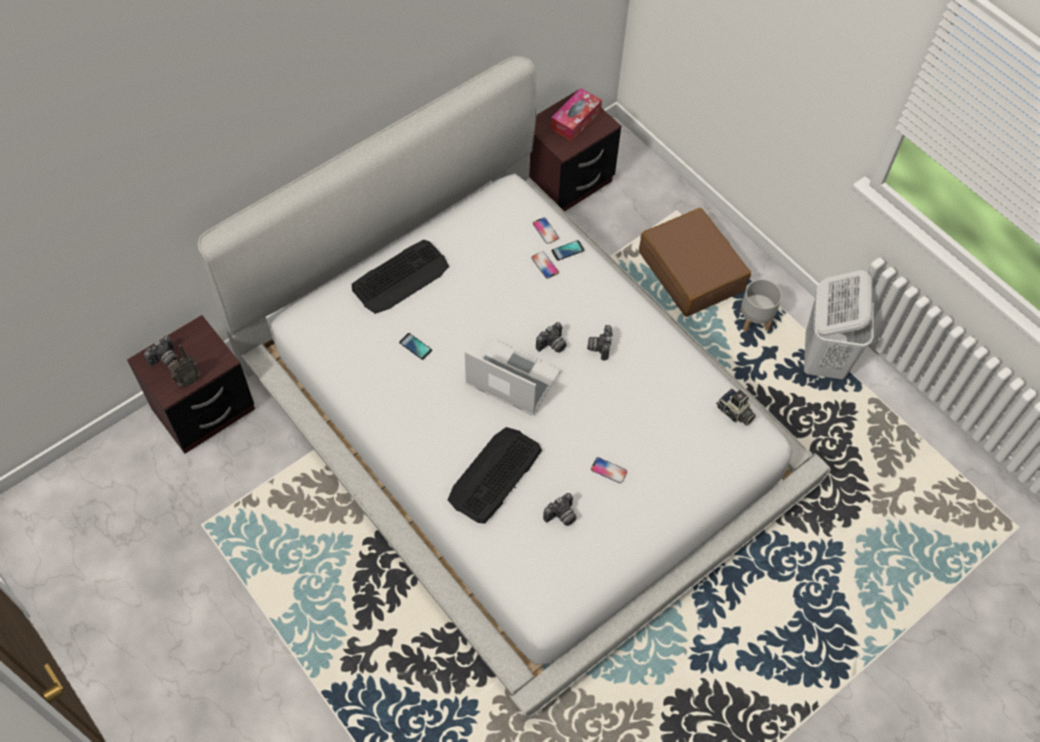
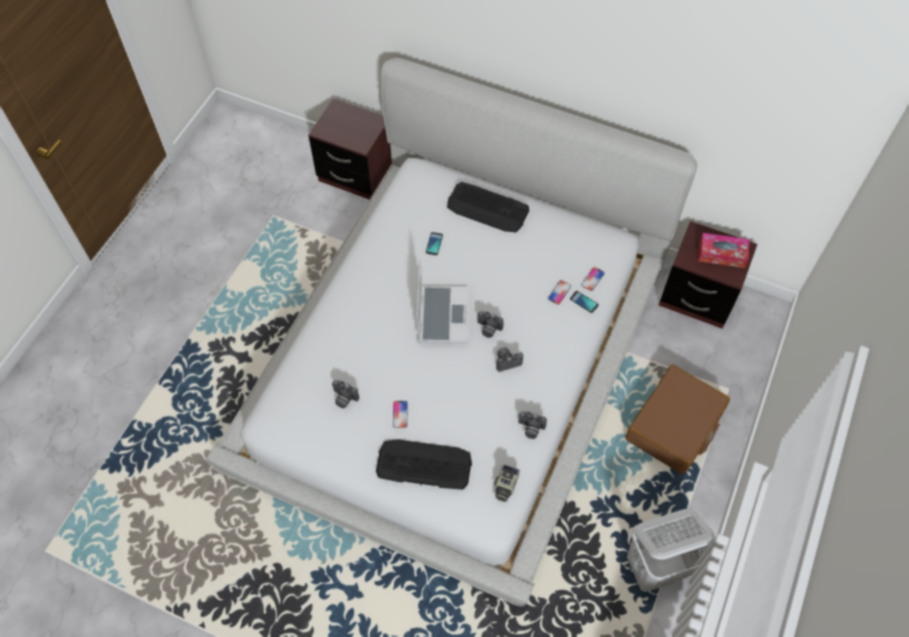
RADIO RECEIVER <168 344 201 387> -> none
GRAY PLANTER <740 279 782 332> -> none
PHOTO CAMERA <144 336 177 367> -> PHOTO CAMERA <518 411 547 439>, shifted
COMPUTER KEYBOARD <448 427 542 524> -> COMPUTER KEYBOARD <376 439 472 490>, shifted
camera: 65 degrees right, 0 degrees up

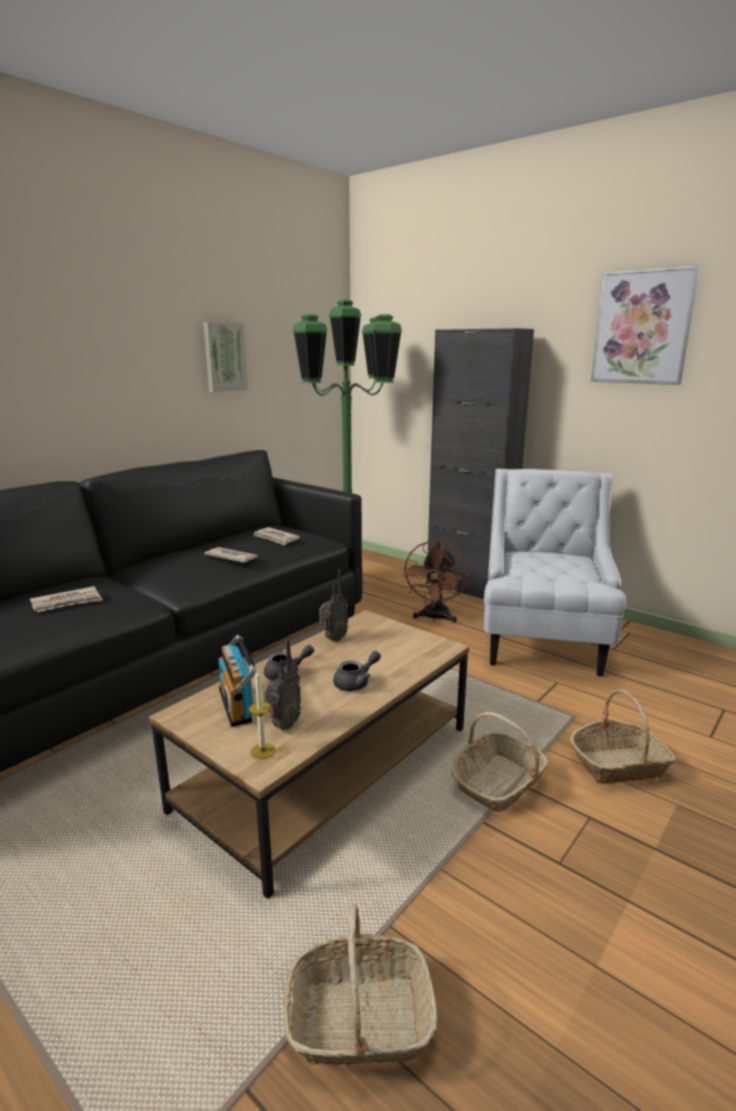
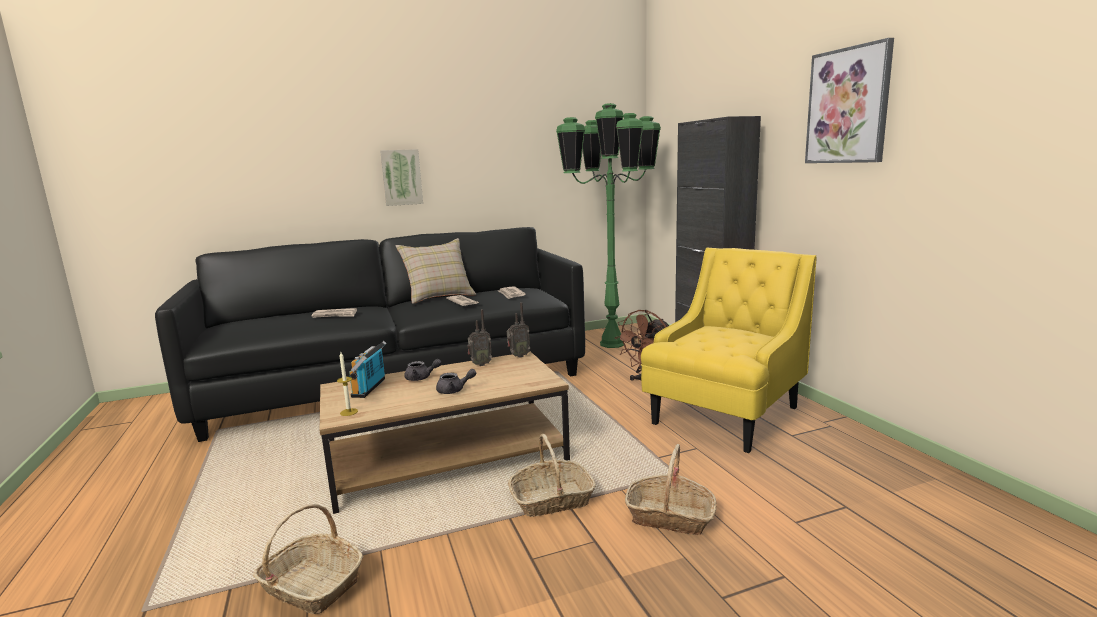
none -> SAND-COLOURED THROW PILLOW <396 238 476 304>
WALL PICTURE <203 322 248 392> -> WALL PICTURE <380 149 423 206>, shifted
RADIO RECEIVER <263 639 301 730> -> RADIO RECEIVER <507 302 530 358>, shifted
WHITE LOUNGE CHAIR <484 469 626 677> -> YELLOW-COLOURED LOUNGE CHAIR <641 247 817 453>
camera: 30 degrees right, 5 degrees down

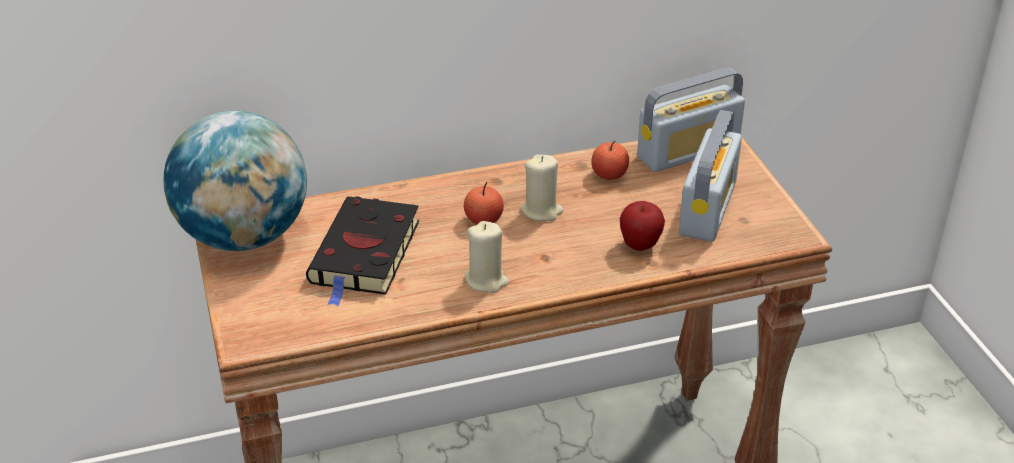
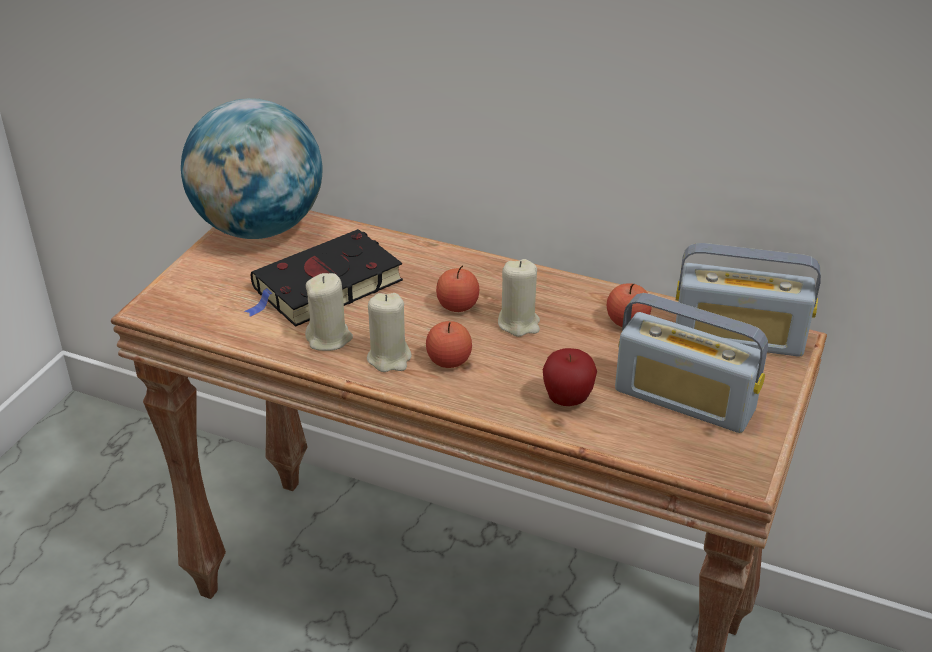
none -> SAND-COLOURED WAX LIGHT <305 273 353 351>
none -> APPLE FRUIT <426 321 472 368>
RADIO RECEIVER <679 110 742 242> -> RADIO RECEIVER <615 293 768 433>, 60 degrees clockwise
camera: 40 degrees right, 0 degrees up

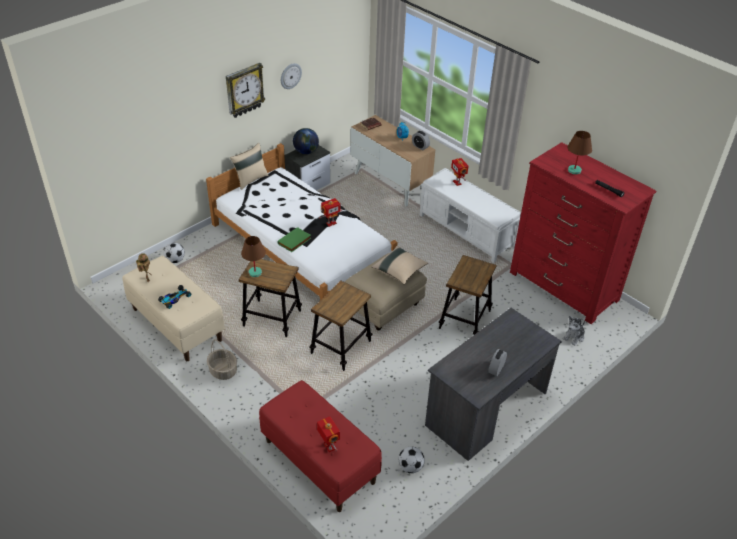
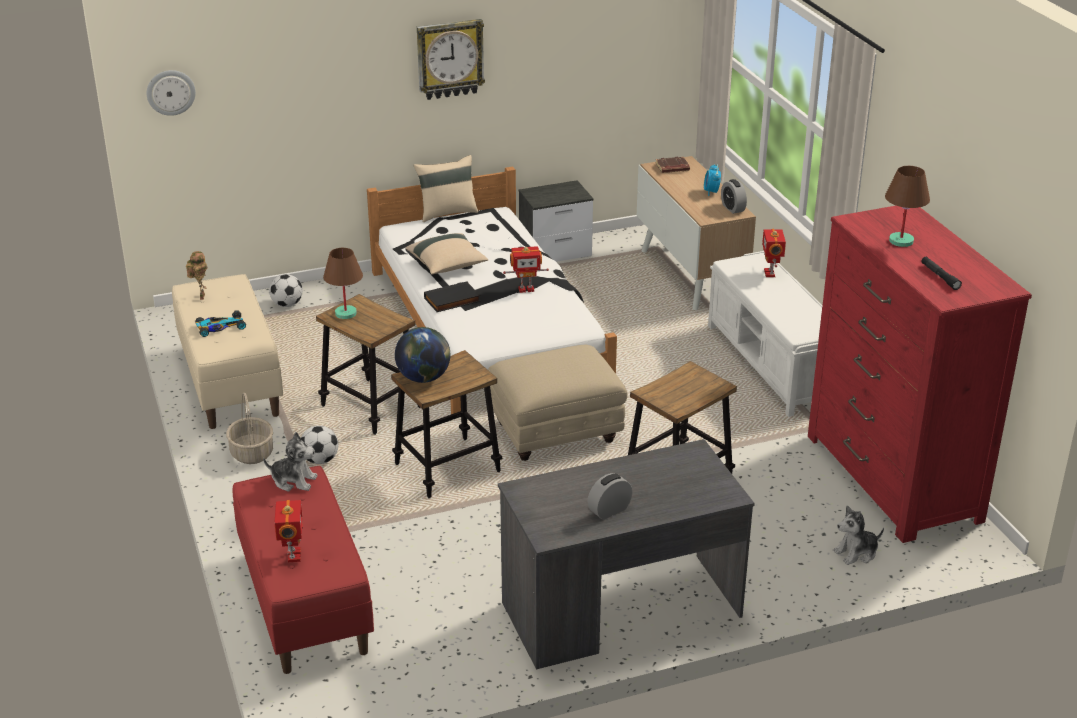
none -> CUDDLY TOY <263 432 318 492>
HANGING CLOCK <281 63 302 89> -> HANGING CLOCK <147 70 196 116>, shifted
GLOBE <293 128 319 154> -> GLOBE <395 327 451 383>, shifted
SAND-COLOURED THROW PILLOW <372 246 428 285> -> SAND-COLOURED THROW PILLOW <406 233 488 275>, shifted
BALL FOR FOOTBALL <398 447 425 473> -> BALL FOR FOOTBALL <301 425 339 464>, shifted
GREEN-COLOURED VOLUME <278 227 311 252> -> BLACK-COLOURED VOLUME <424 281 481 312>
camera: 25 degrees right, 10 degrees down

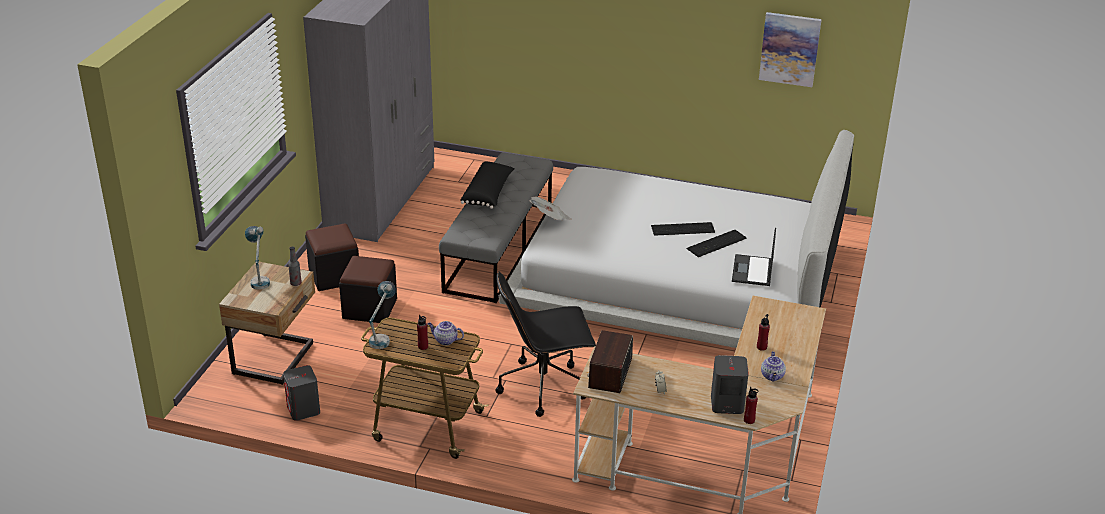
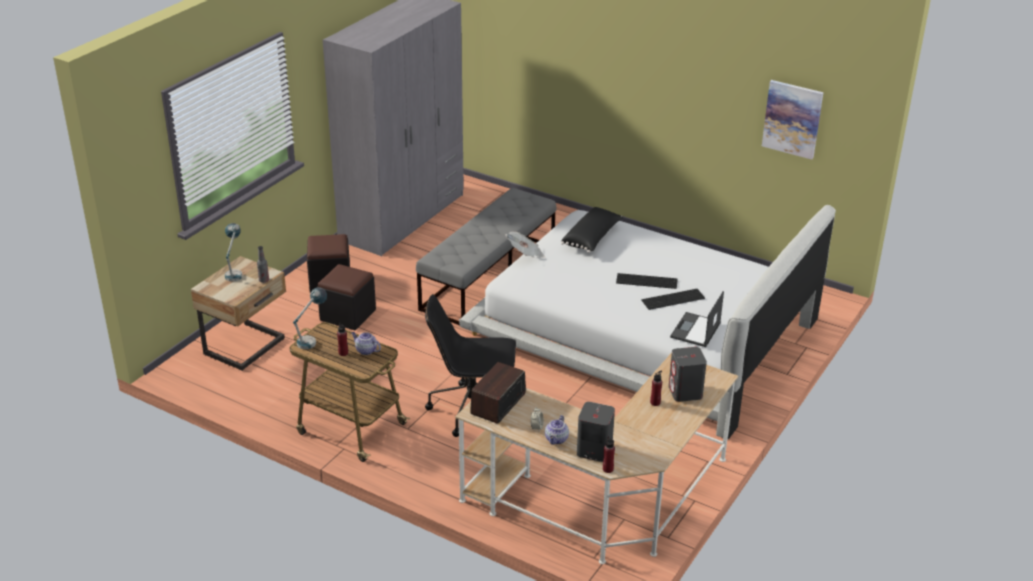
GRAY AUDIO SPEAKER <283 365 320 421> -> GRAY AUDIO SPEAKER <669 347 707 402>, shifted
BLACK-COLOURED THROW PILLOW <461 161 515 209> -> BLACK-COLOURED THROW PILLOW <561 207 623 253>, shifted
POT FOR TEA <761 351 786 382> -> POT FOR TEA <545 415 569 445>, shifted
camera: 15 degrees right, 0 degrees up

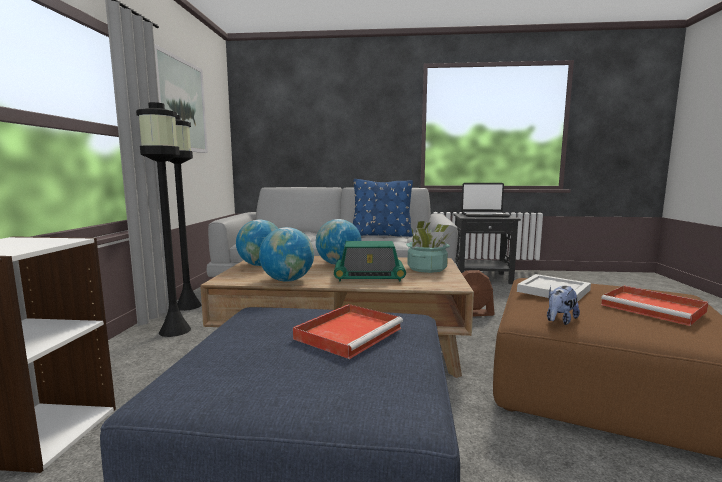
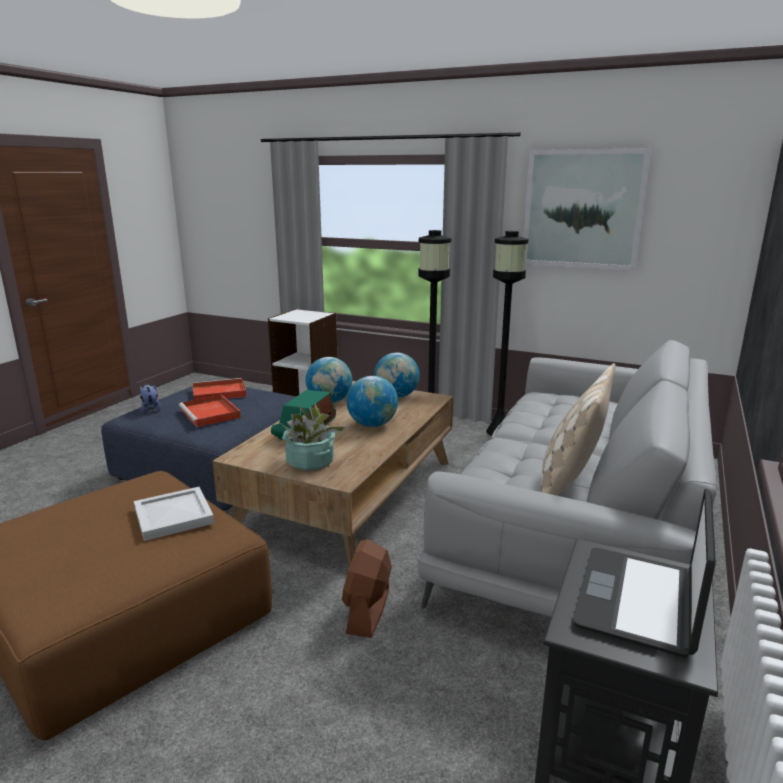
CUDDLY TOY <547 286 580 325> -> CUDDLY TOY <140 384 161 413>, shifted
RED-COLOURED TRAY <601 286 708 326> -> RED-COLOURED TRAY <192 378 247 400>, shifted
BLUISH THROW PILLOW <353 179 413 237> -> SAND-COLOURED THROW PILLOW <541 363 616 496>
camera: 110 degrees right, 10 degrees up

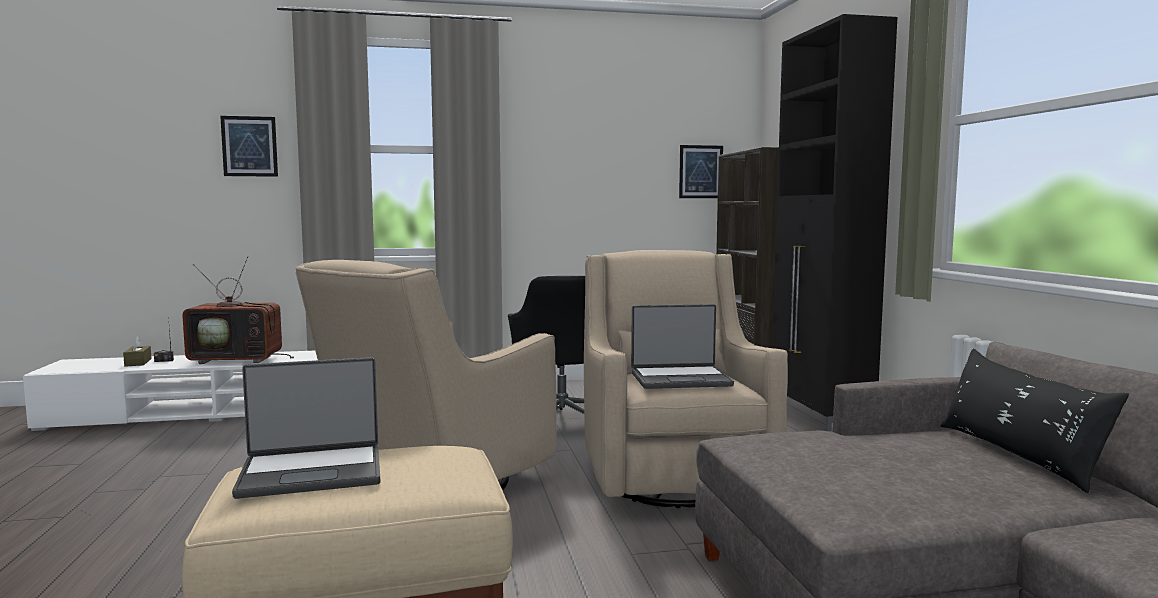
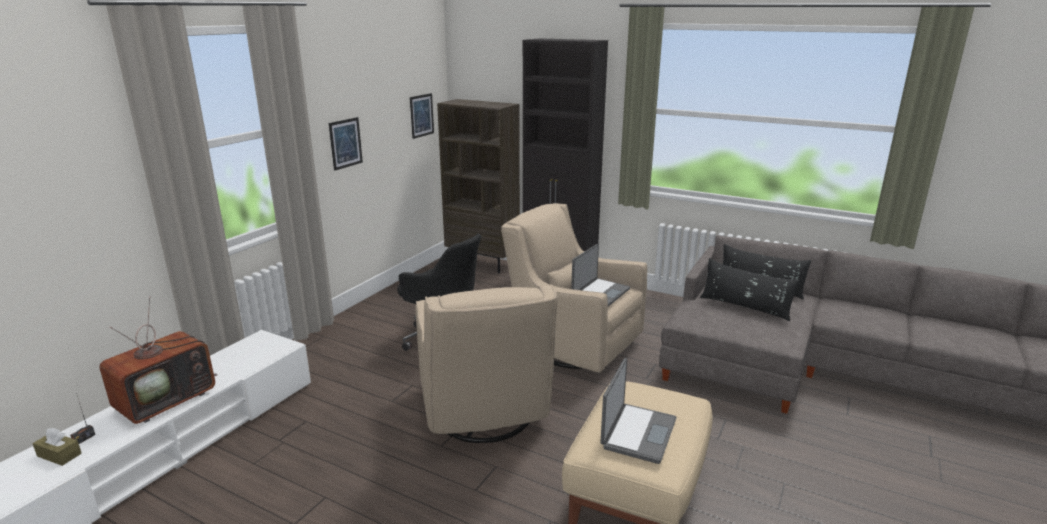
none -> BLACK-COLOURED THROW PILLOW <700 258 800 321>
WALL PICTURE <220 116 278 177> -> WALL PICTURE <329 117 363 171>, shifted
camera: 50 degrees left, 15 degrees up

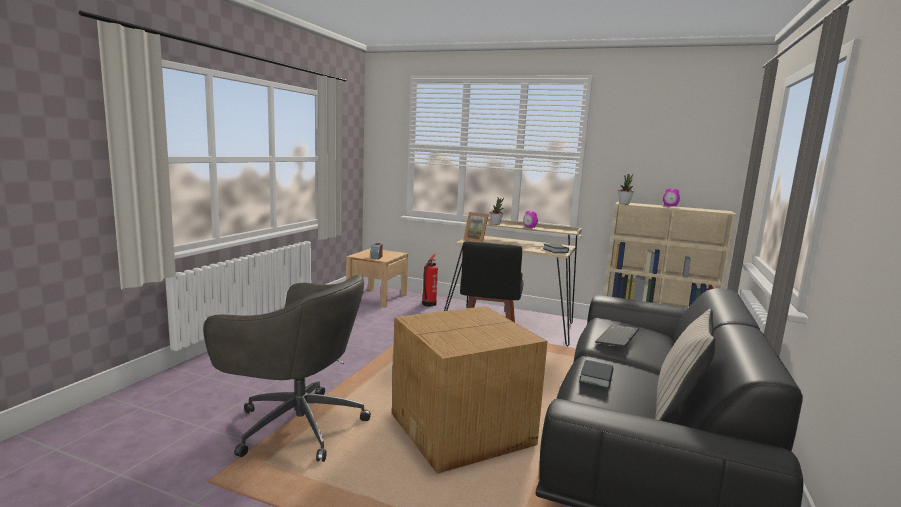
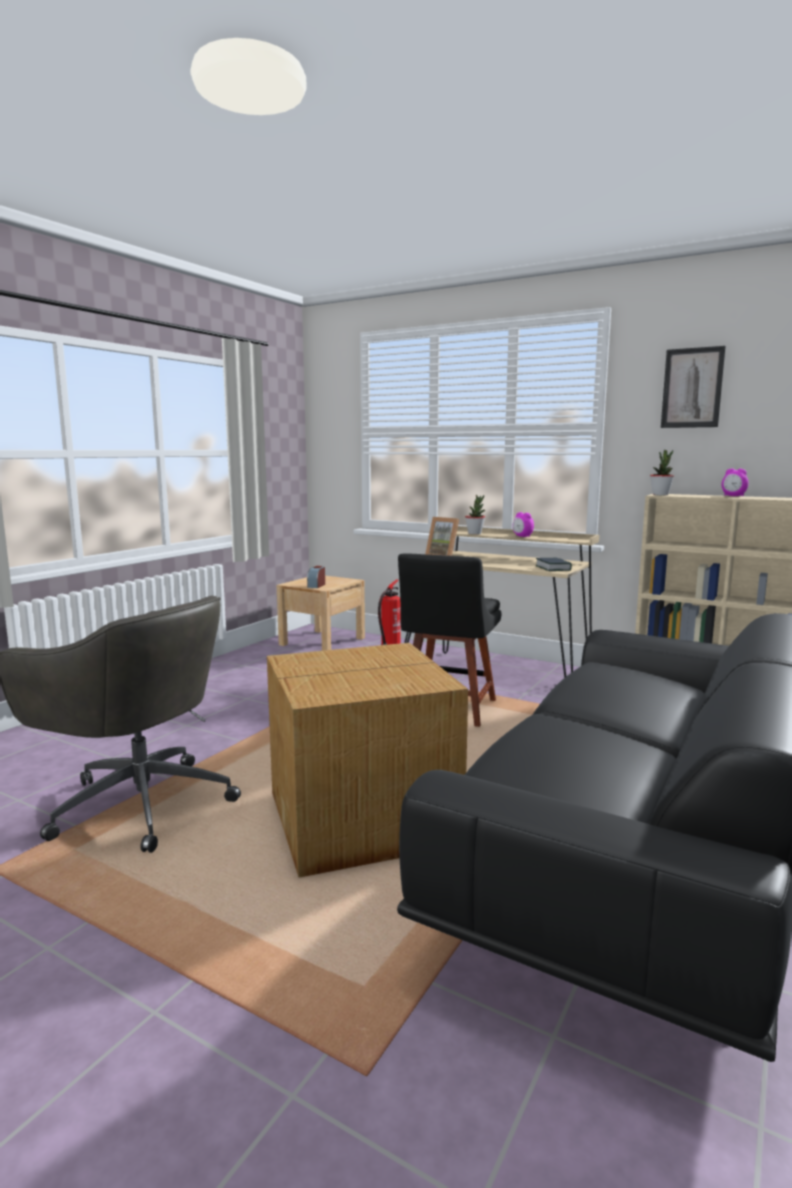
VOLUME <579 360 613 389> -> none
COMPUTER KEYBOARD <595 325 639 347> -> none
SAND-COLOURED THROW PILLOW <655 309 715 421> -> none
none -> WALL PICTURE <661 346 726 428>
camera: 10 degrees right, 0 degrees up

